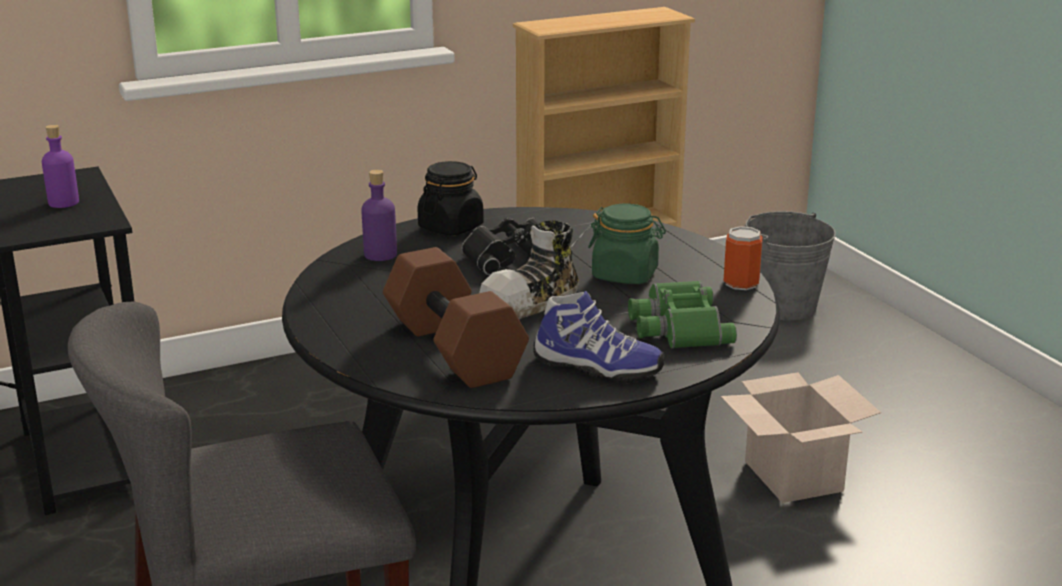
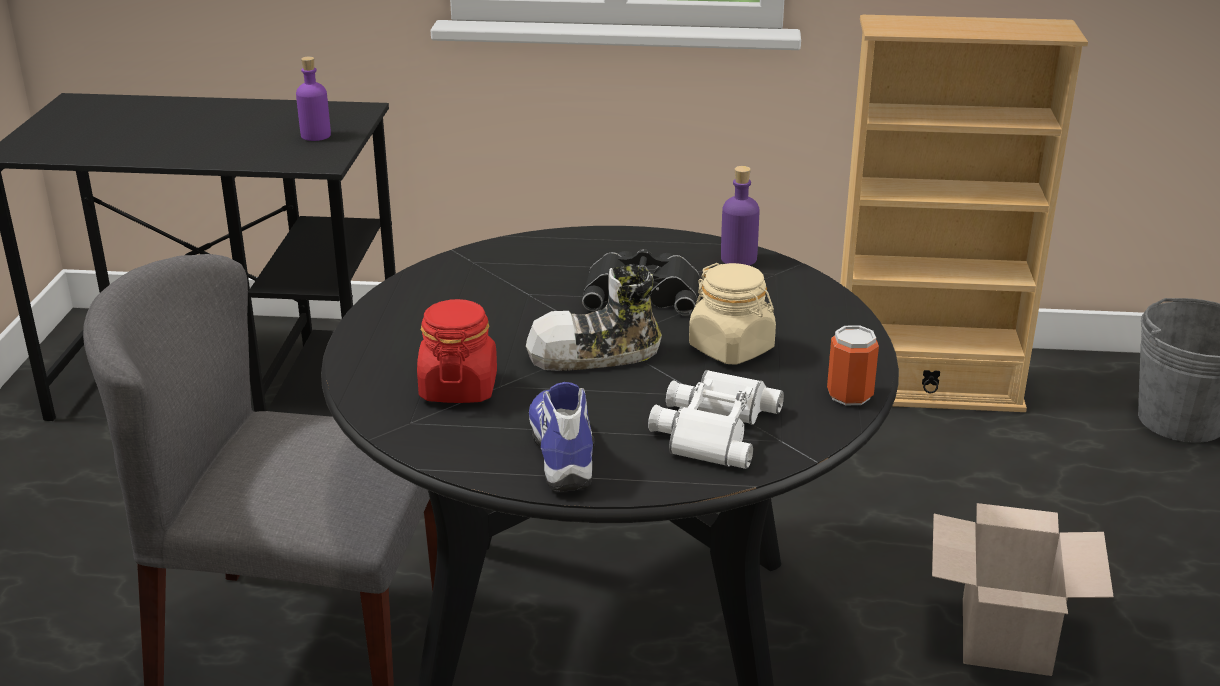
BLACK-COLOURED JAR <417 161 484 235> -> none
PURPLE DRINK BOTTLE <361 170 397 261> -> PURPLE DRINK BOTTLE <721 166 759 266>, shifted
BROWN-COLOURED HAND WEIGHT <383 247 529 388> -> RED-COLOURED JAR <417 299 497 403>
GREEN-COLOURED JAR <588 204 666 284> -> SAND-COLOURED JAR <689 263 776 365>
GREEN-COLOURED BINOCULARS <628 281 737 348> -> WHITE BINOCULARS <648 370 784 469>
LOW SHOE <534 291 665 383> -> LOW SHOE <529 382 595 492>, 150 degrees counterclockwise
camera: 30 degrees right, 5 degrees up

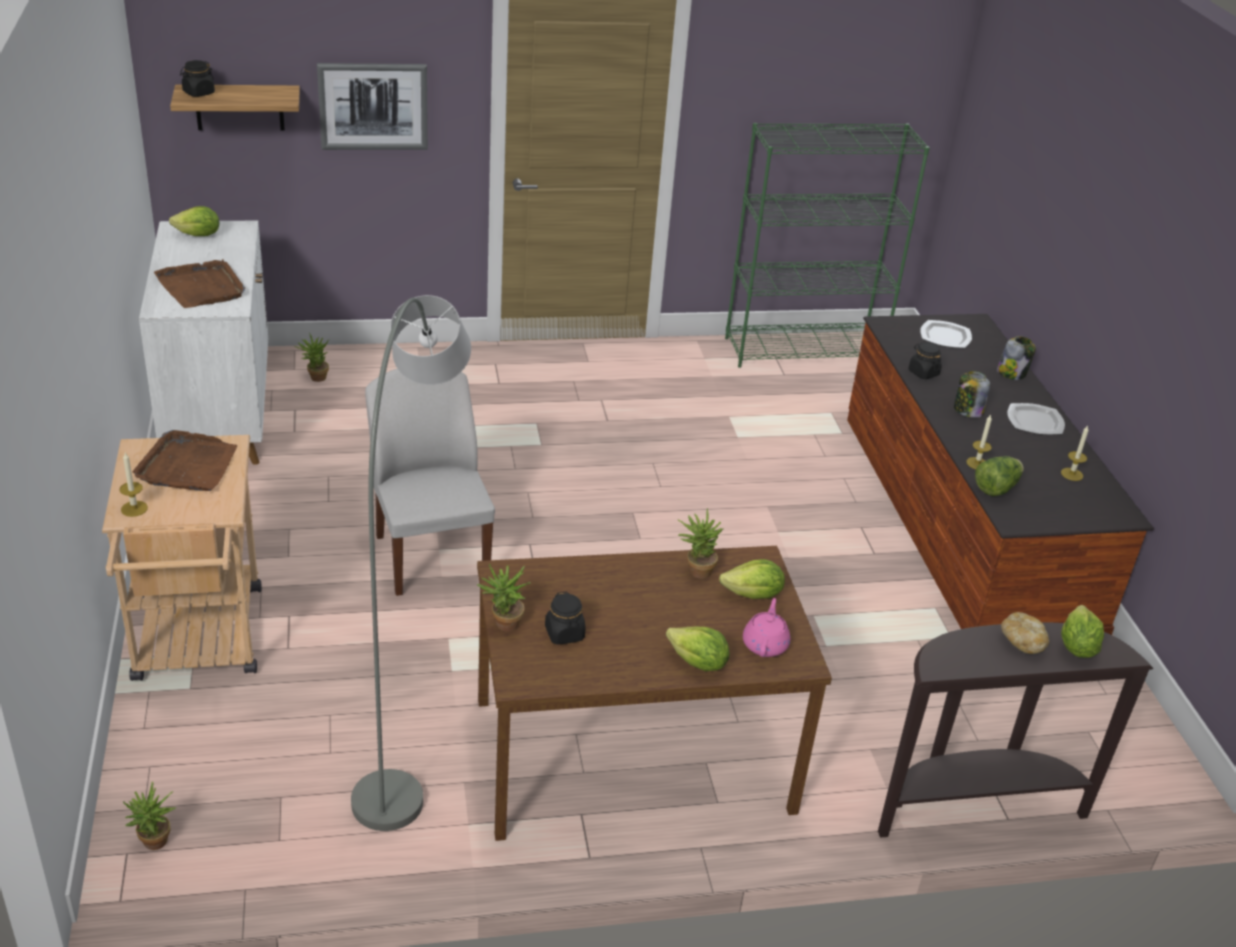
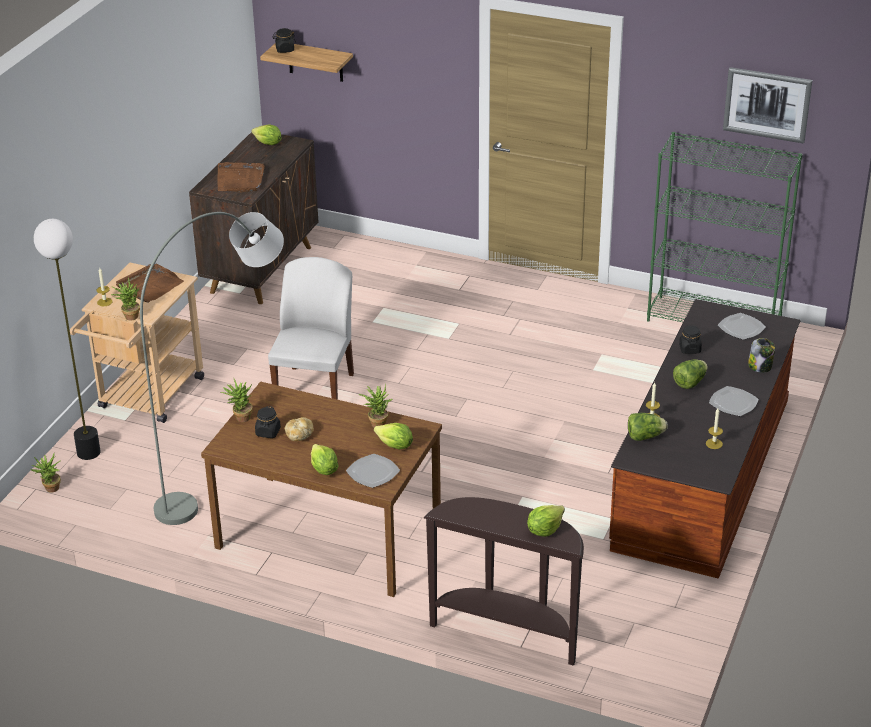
none -> STANDARD LAMP <34 219 101 460>
HOUSEPLANT <294 332 329 382> -> HOUSEPLANT <111 278 140 321>, shifted
WALL PICTURE <317 63 428 150> -> WALL PICTURE <723 67 812 143>, shifted
BREAD <1001 612 1049 654> -> BREAD <285 417 314 441>, shifted
PINK-COLOURED POT FOR TEA <743 598 790 657> -> FLAT DISH <346 454 400 488>
JAR <954 371 990 418> -> LETTUCE <673 359 708 389>
WHITE CUPBOARD <139 221 268 465> -> BROWN-COLOURED CUPBOARD <189 132 318 304>
camera: 35 degrees right, 0 degrees up

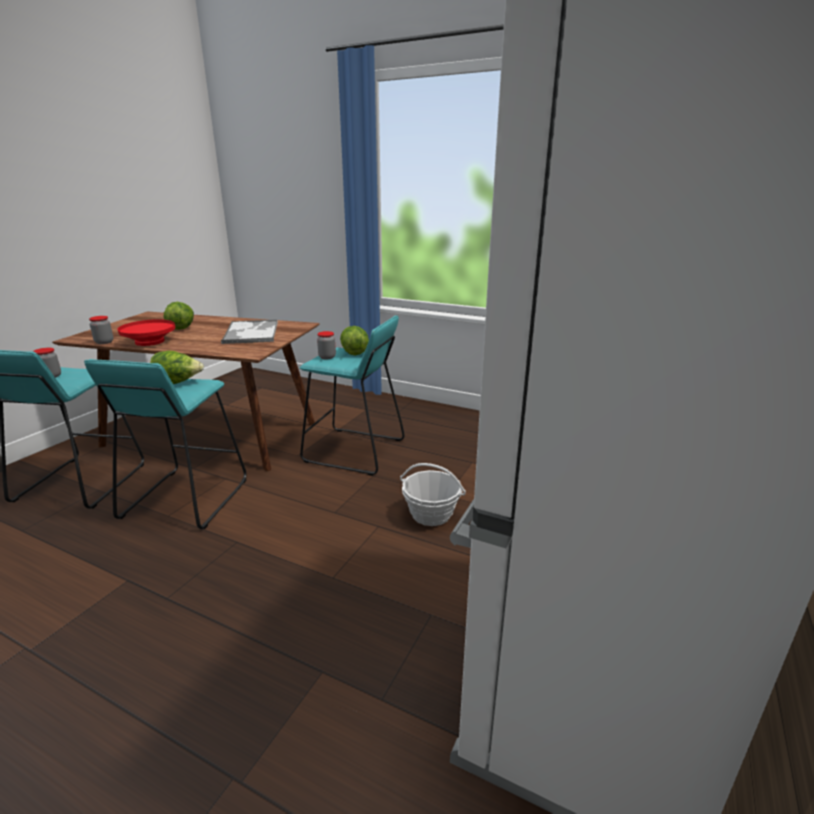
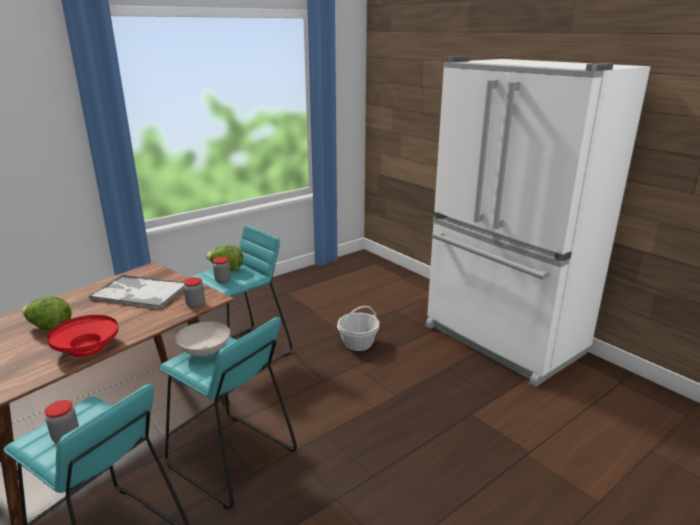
JAR <89 316 113 344> -> JAR <184 277 205 308>, shifted
LETTUCE <150 351 204 384> -> WHITE DEEP DISH <175 321 230 356>
camera: 65 degrees left, 0 degrees up

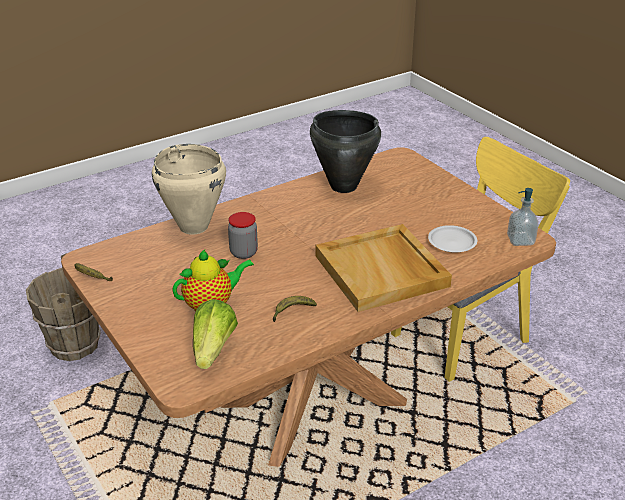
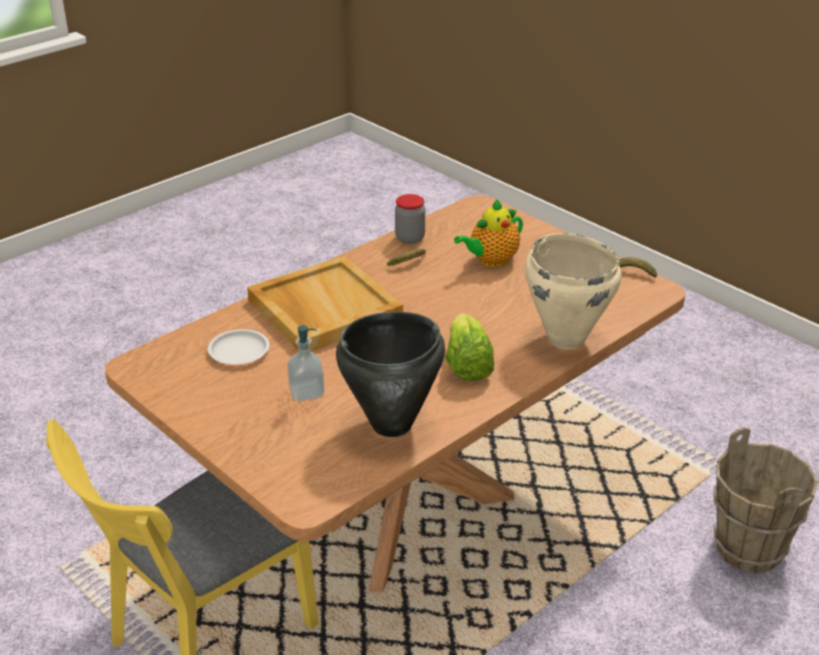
LETTUCE <193 299 238 369> -> LETTUCE <445 313 494 381>, shifted
JAR <228 212 258 259> -> JAR <395 194 425 244>, shifted
LIQUID SOAP BOTTLE <507 188 538 246> -> LIQUID SOAP BOTTLE <287 325 325 401>, shifted
camera: 170 degrees right, 0 degrees up

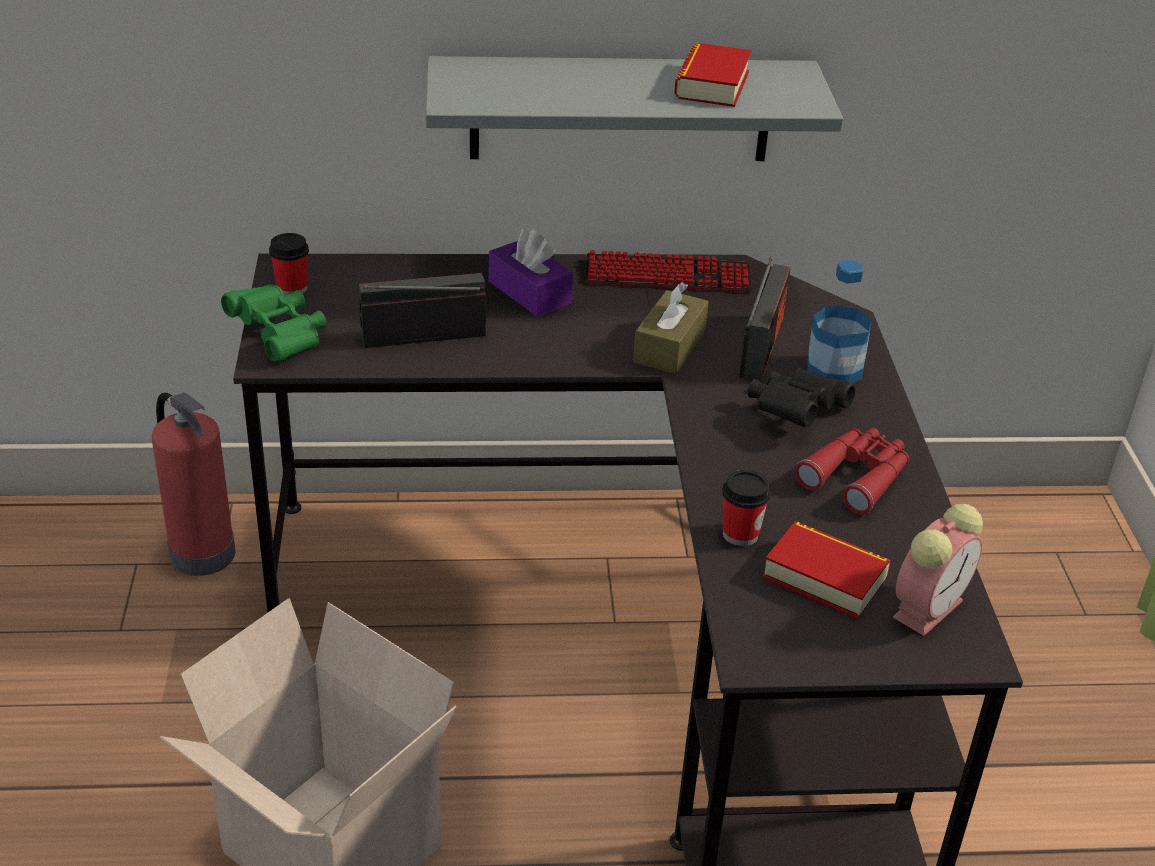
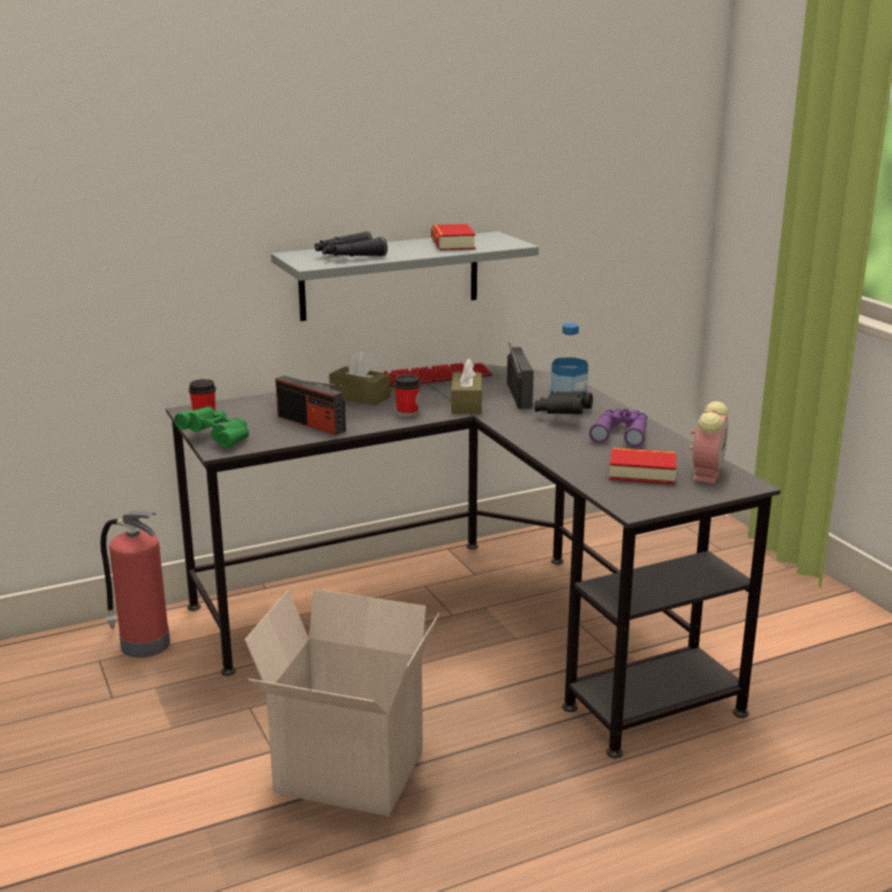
none -> BLACK-COLOURED BINOCULARS <315 231 388 257>
SMALL CUP <722 470 771 546> -> SMALL CUP <394 375 421 417>, shifted
PURPLE TISSUE BOX <489 229 573 317> -> BROWN-COLOURED TISSUE BOX <329 351 391 405>
RED-COLOURED BINOCULARS <794 427 909 515> -> PURPLE BINOCULARS <589 408 647 447>
RADIO RECEIVER <359 273 486 348> -> RADIO RECEIVER <275 375 346 435>, 105 degrees counterclockwise
camera: 20 degrees left, 15 degrees down

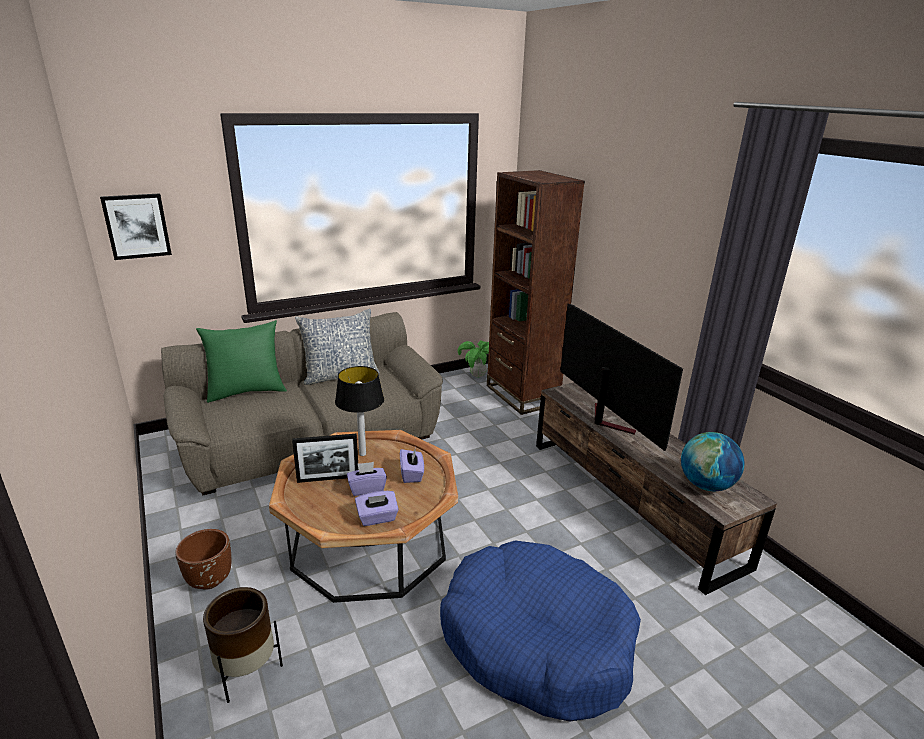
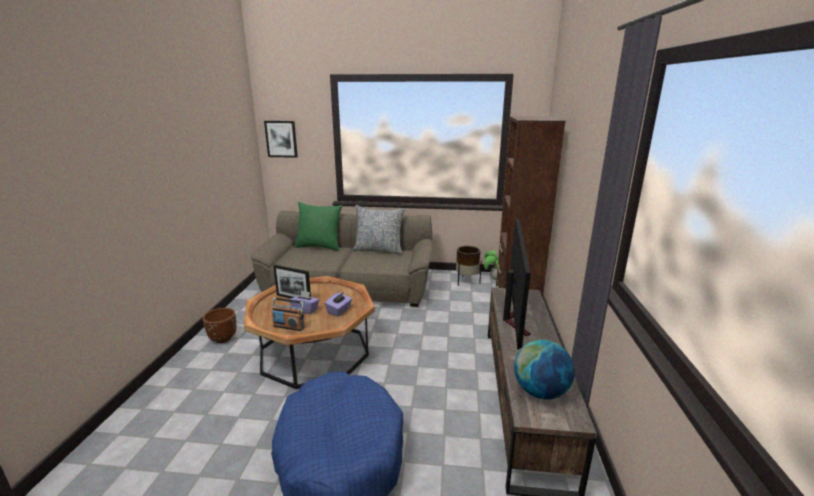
LAMP FOR A TABLE <335 366 384 456> -> none
BROWN-COLOURED PLANTER <203 587 283 703> -> BROWN-COLOURED PLANTER <456 246 482 286>, shifted
PURPLE TISSUE BOX <355 491 399 526> -> RADIO RECEIVER <271 298 305 331>
camera: 35 degrees right, 5 degrees down

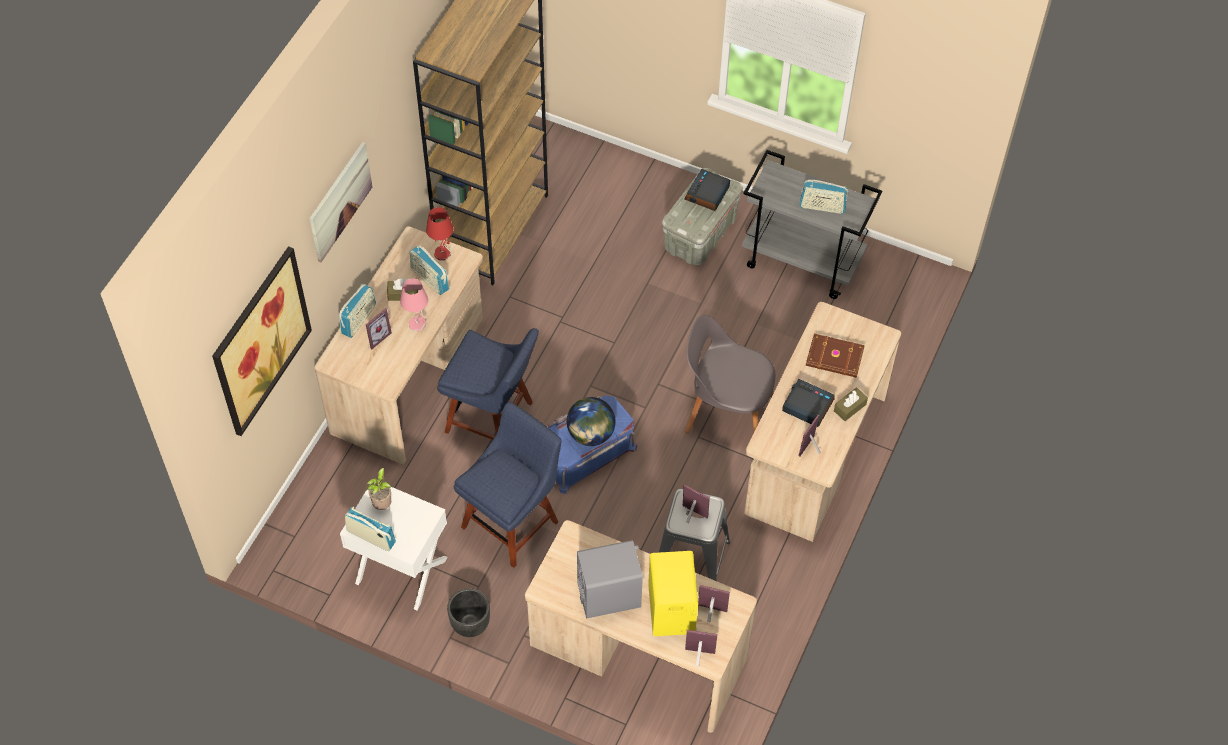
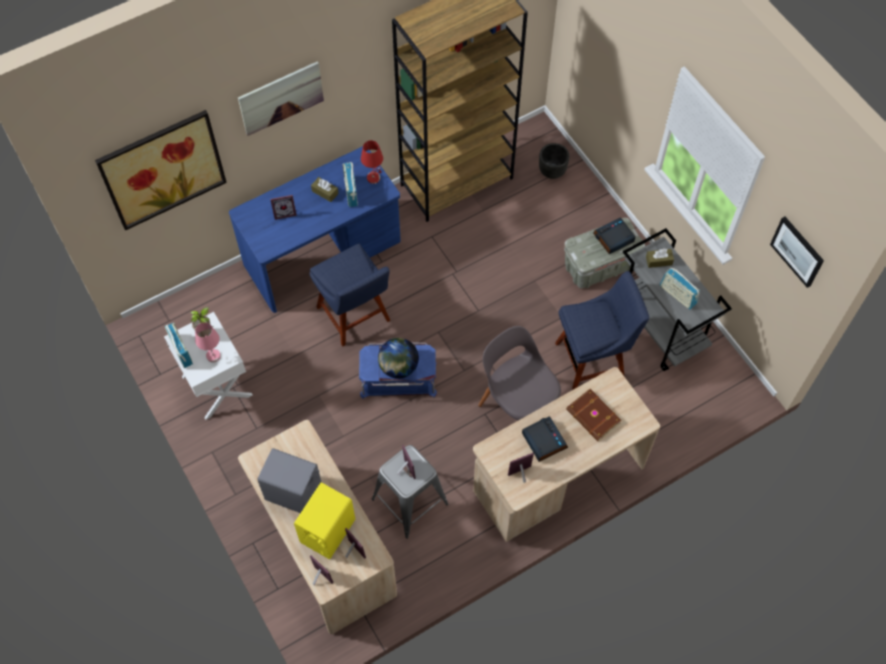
RADIO RECEIVER <339 284 376 338> -> none
none -> WALL PICTURE <770 217 824 288>
PINK-COLOURED LAMP FOR A TABLE <400 279 428 331> -> PINK-COLOURED LAMP FOR A TABLE <195 322 221 362>, shifted
BLACK-COLOURED PLANTER <447 588 490 637> -> BLACK-COLOURED PLANTER <539 143 570 179>, shifted
BLUISH PLAIN CHAIR <454 402 562 568> -> BLUISH PLAIN CHAIR <555 271 649 390>, shifted
BROWN-COLOURED TISSUE BOX <834 387 868 421> -> BROWN-COLOURED TISSUE BOX <646 248 674 268>, shifted
SAND-COLOURED DESK <315 227 483 464> -> BLUISH DESK <229 146 401 313>
camera: 35 degrees right, 5 degrees up

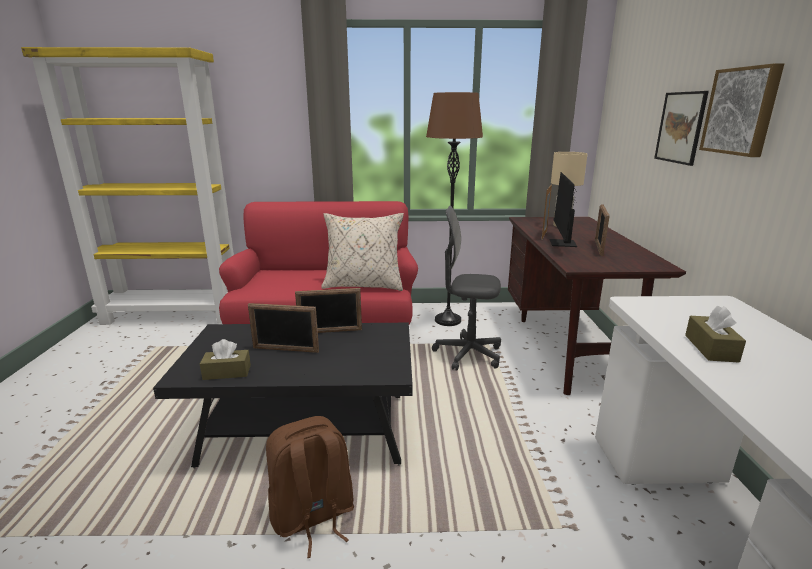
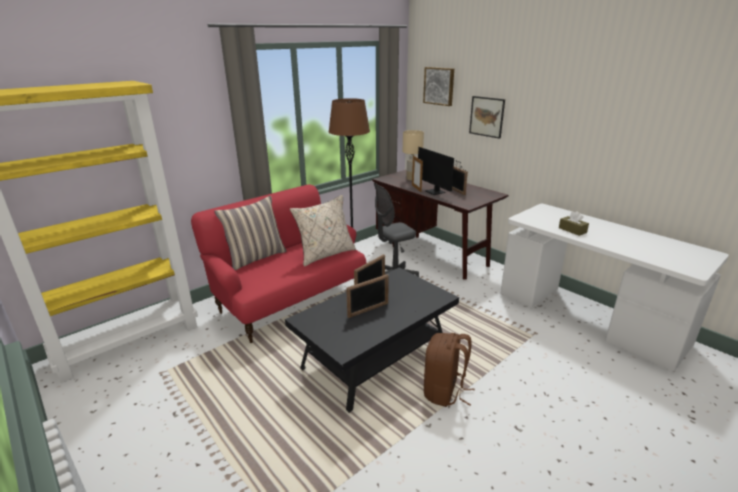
BROWN-COLOURED TISSUE BOX <200 339 251 380> -> none
none -> THROW PILLOW <214 196 287 270>
WALL PICTURE <699 63 784 157> -> WALL PICTURE <423 67 454 106>, shifted
camera: 40 degrees left, 5 degrees up

